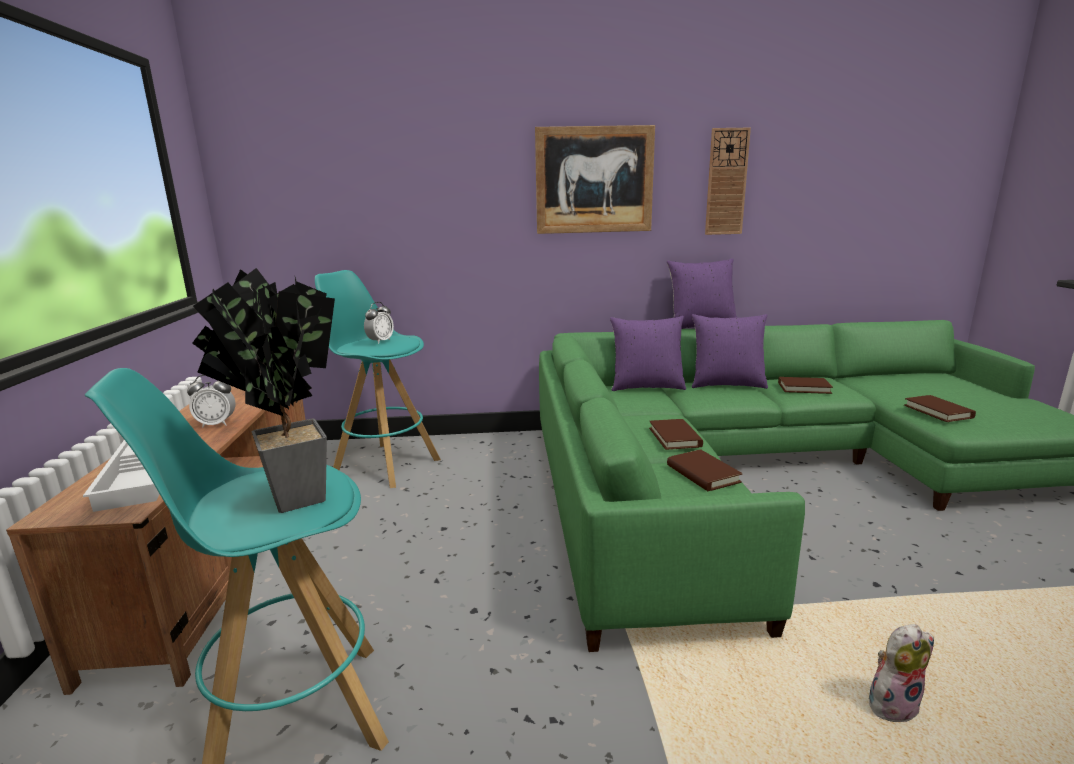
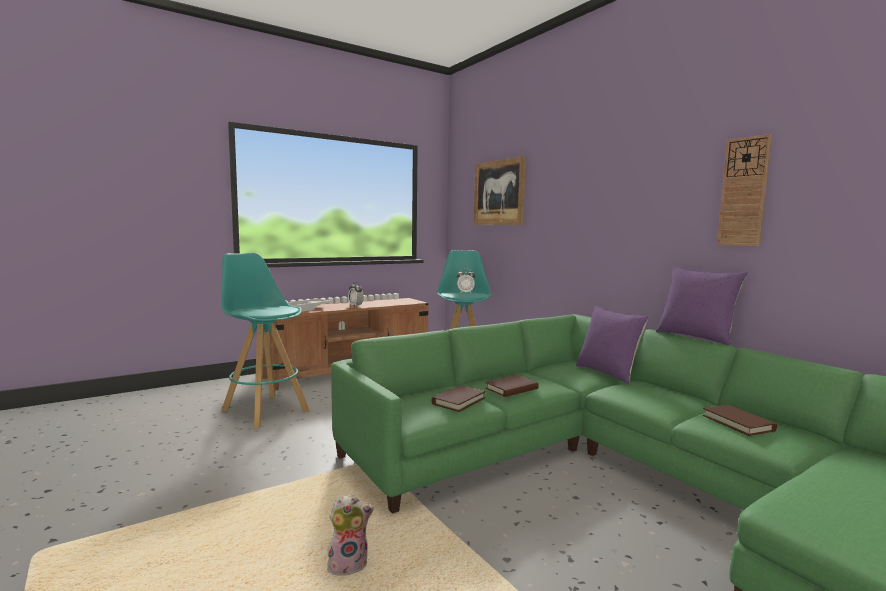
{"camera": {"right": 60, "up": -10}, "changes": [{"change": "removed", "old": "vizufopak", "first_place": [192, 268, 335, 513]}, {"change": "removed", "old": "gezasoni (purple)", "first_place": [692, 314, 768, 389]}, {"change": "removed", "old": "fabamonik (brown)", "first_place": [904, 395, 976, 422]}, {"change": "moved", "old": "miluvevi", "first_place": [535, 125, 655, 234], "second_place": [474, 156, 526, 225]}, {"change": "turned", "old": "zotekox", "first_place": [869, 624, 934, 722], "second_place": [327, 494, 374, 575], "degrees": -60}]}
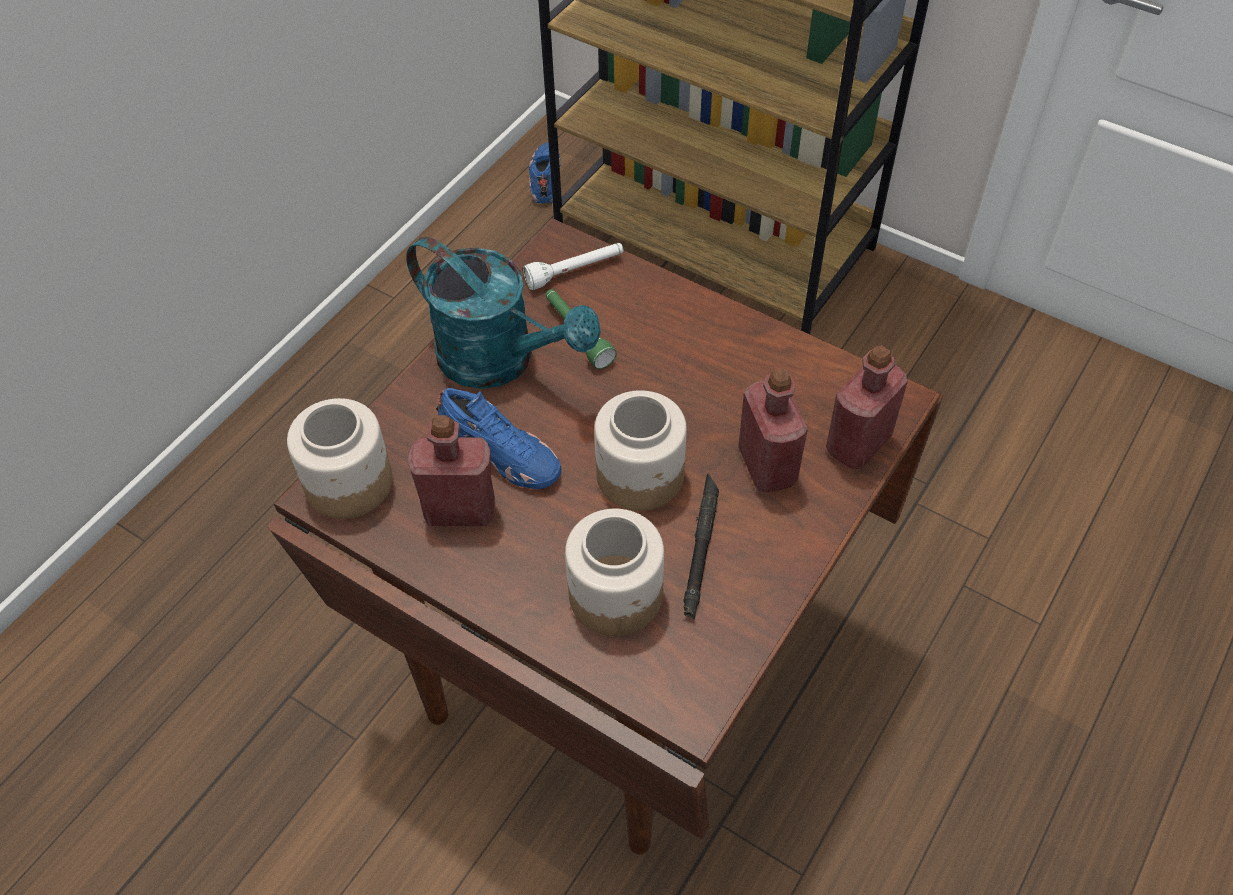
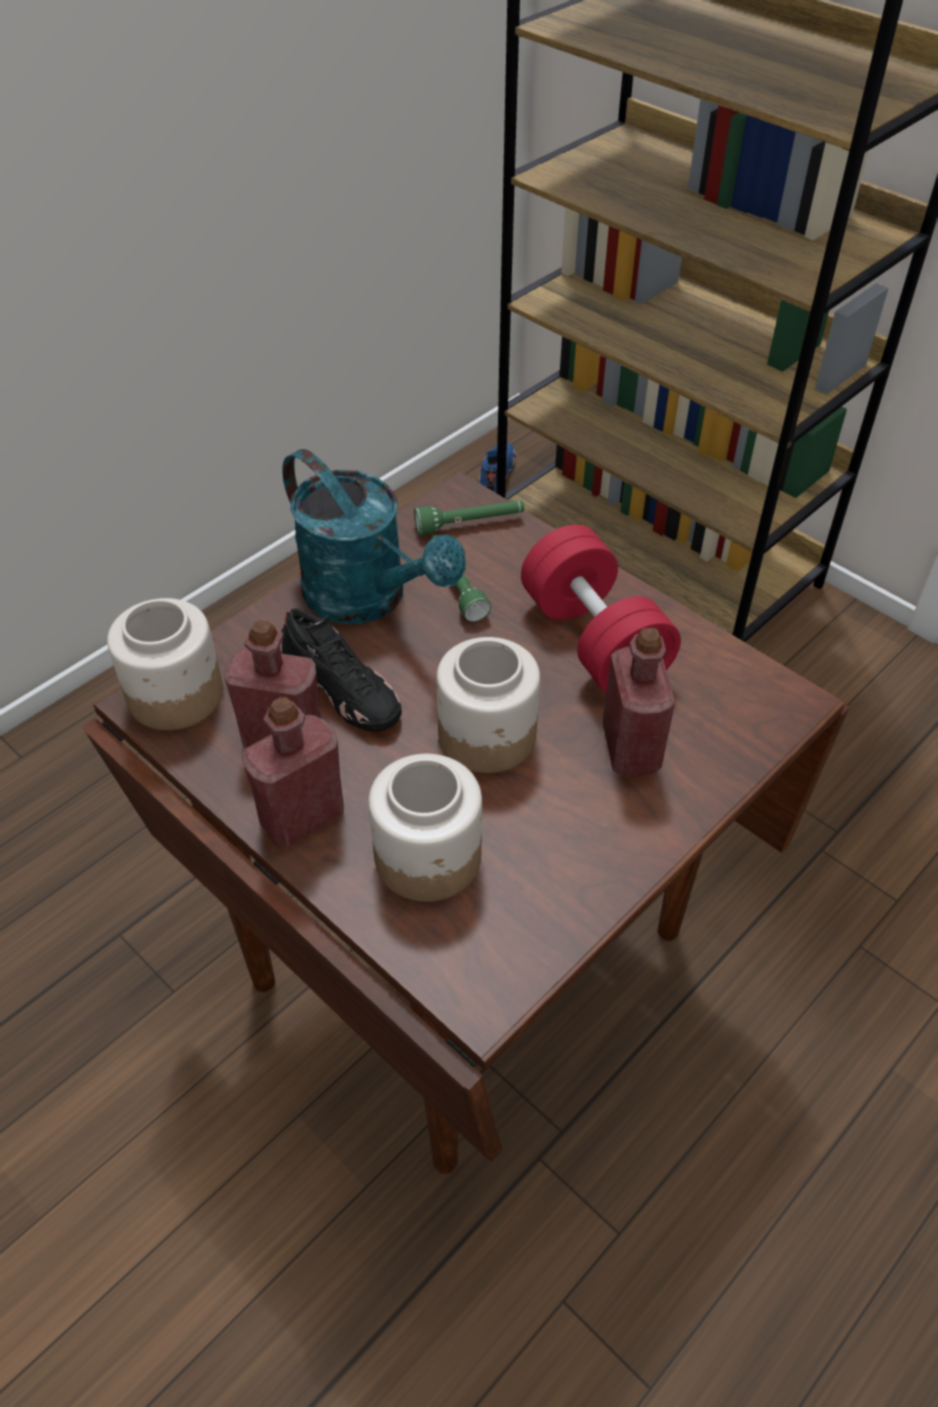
{"camera": {"right": 10, "up": -5}, "changes": [{"change": "removed", "old": "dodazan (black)", "first_place": [683, 474, 719, 619]}, {"change": "added", "new": "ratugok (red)", "second_place": [521, 525, 681, 693]}, {"change": "moved", "old": "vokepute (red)", "first_place": [826, 345, 908, 469], "second_place": [242, 697, 344, 847]}, {"change": "recoloured", "old": "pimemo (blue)", "new": "pimemo (black)", "first_place": [436, 388, 561, 489], "second_place": [281, 608, 402, 732]}, {"change": "recoloured", "old": "dodazan (white)", "new": "dodazan (green)", "first_place": [523, 243, 623, 290], "second_place": [414, 500, 524, 535]}]}
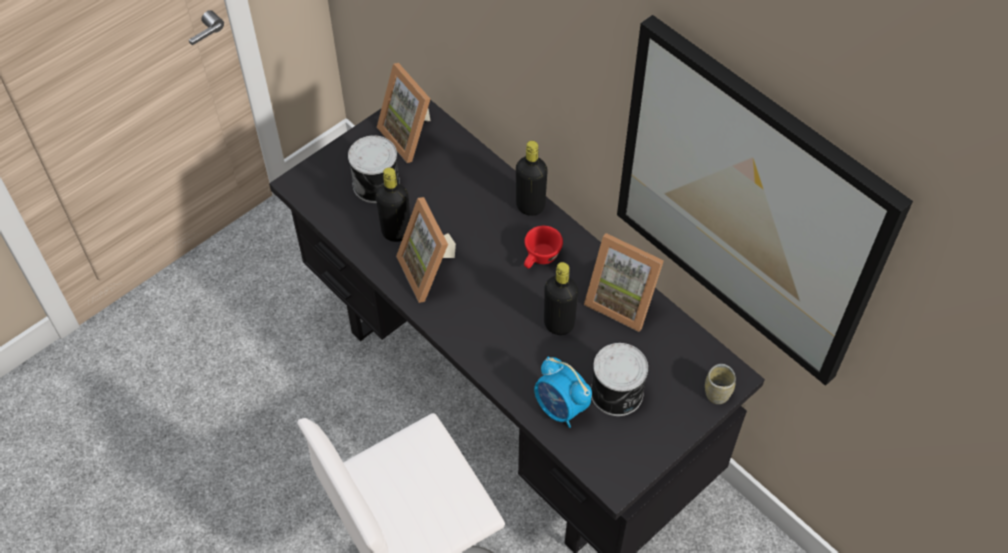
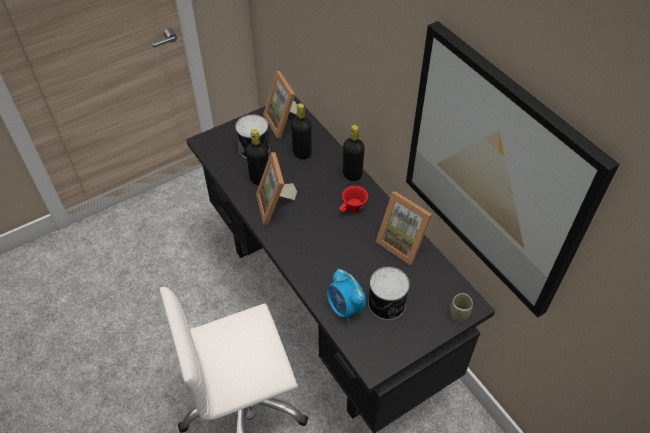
{"camera": {"right": 10, "up": -5}, "changes": [{"change": "moved", "old": "vokepute (black)", "first_place": [544, 262, 578, 335], "second_place": [291, 103, 312, 159]}]}
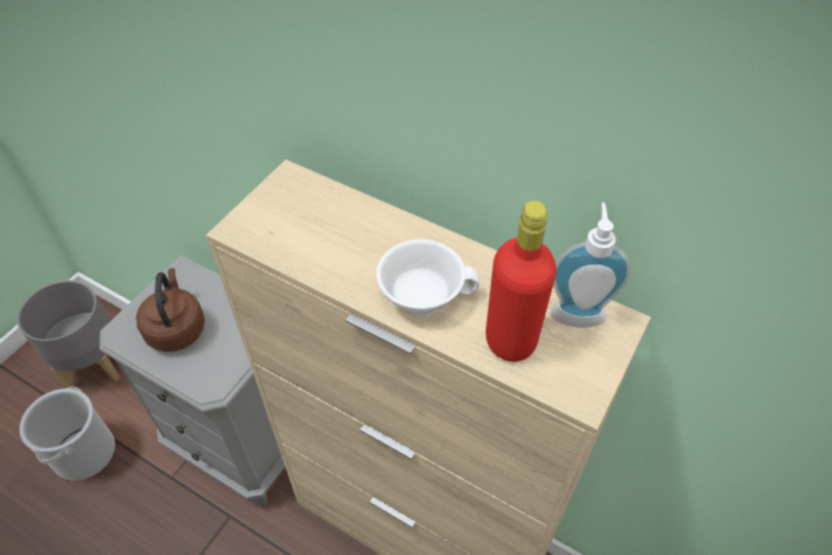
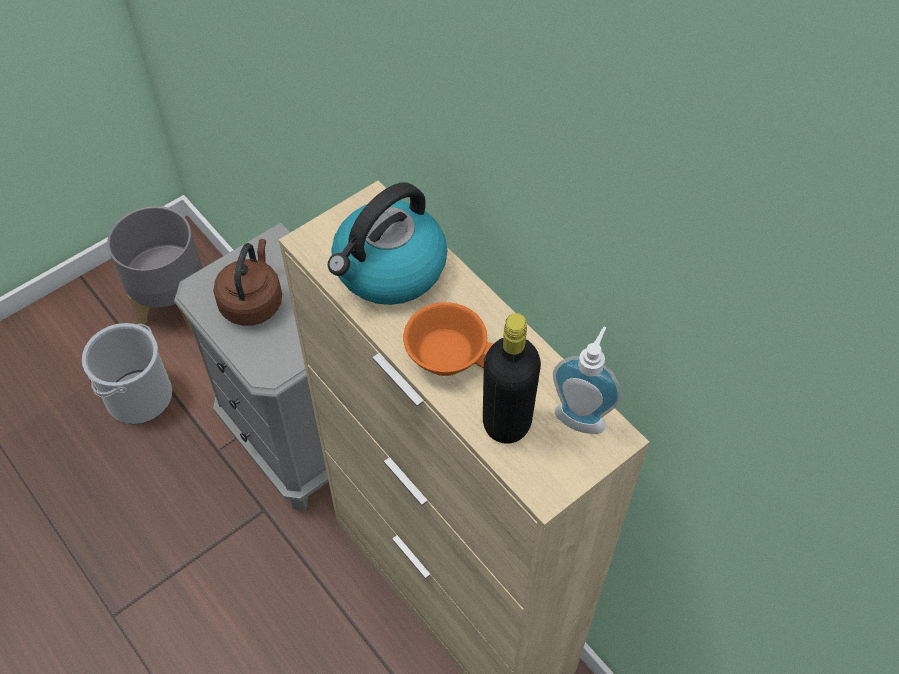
{"camera": {"right": 20, "up": 5}, "changes": [{"change": "added", "new": "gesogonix", "second_place": [328, 182, 447, 305]}, {"change": "recoloured", "old": "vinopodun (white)", "new": "vinopodun (orange)", "first_place": [376, 239, 480, 316], "second_place": [403, 302, 493, 376]}, {"change": "recoloured", "old": "vokepute (red)", "new": "vokepute (black)", "first_place": [486, 201, 556, 362], "second_place": [483, 313, 541, 444]}]}
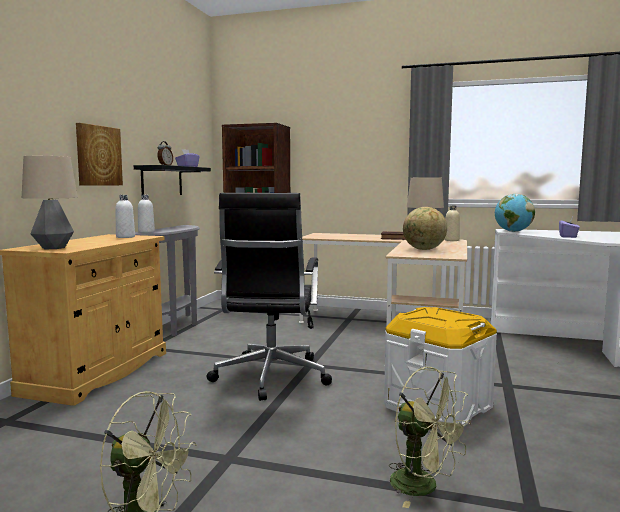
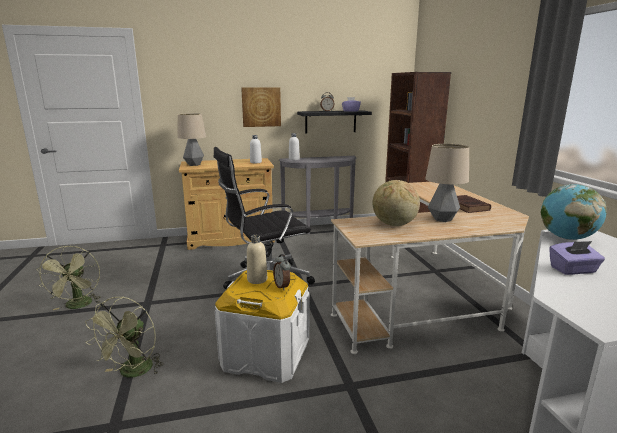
{"camera": {"right": 60, "up": 10}, "changes": [{"change": "added", "new": "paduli", "second_place": [273, 254, 291, 290]}, {"change": "moved", "old": "vokepute (beige)", "first_place": [444, 205, 460, 241], "second_place": [247, 235, 267, 284]}]}
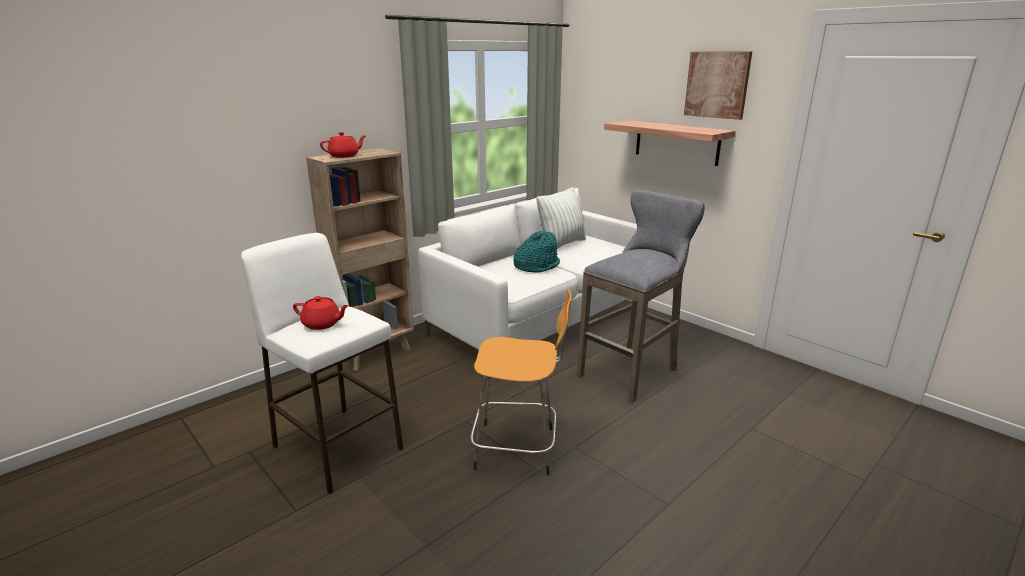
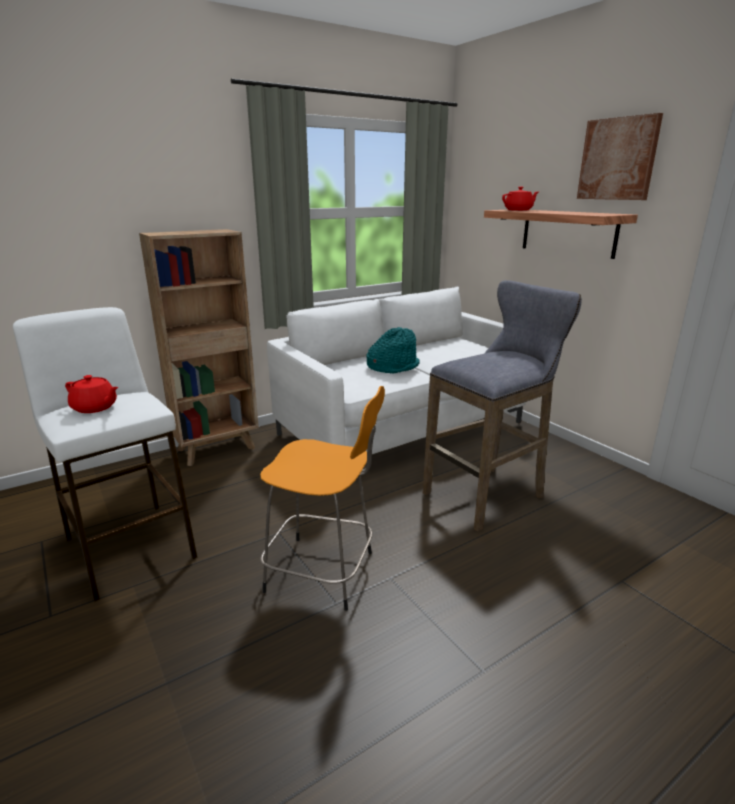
{"camera": {"right": 10, "up": 0}, "changes": [{"change": "removed", "old": "gezasoni", "first_place": [536, 187, 586, 249]}, {"change": "moved", "old": "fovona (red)", "first_place": [320, 132, 366, 158], "second_place": [502, 187, 538, 211]}]}
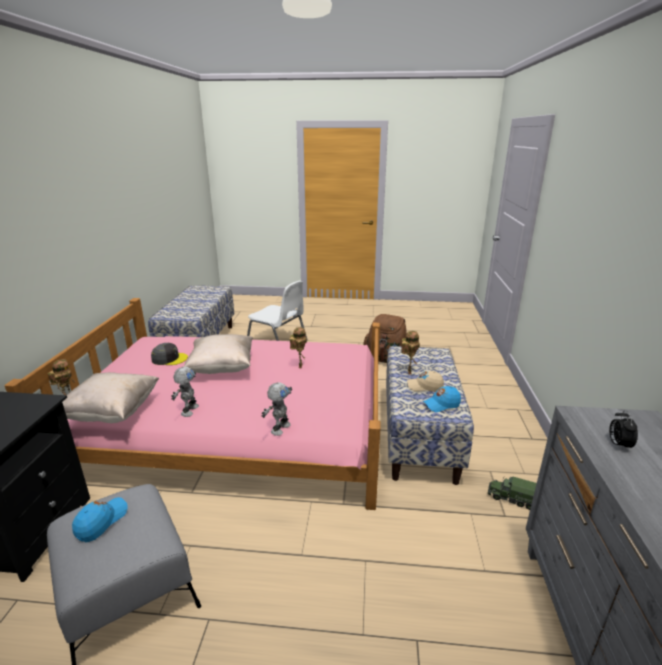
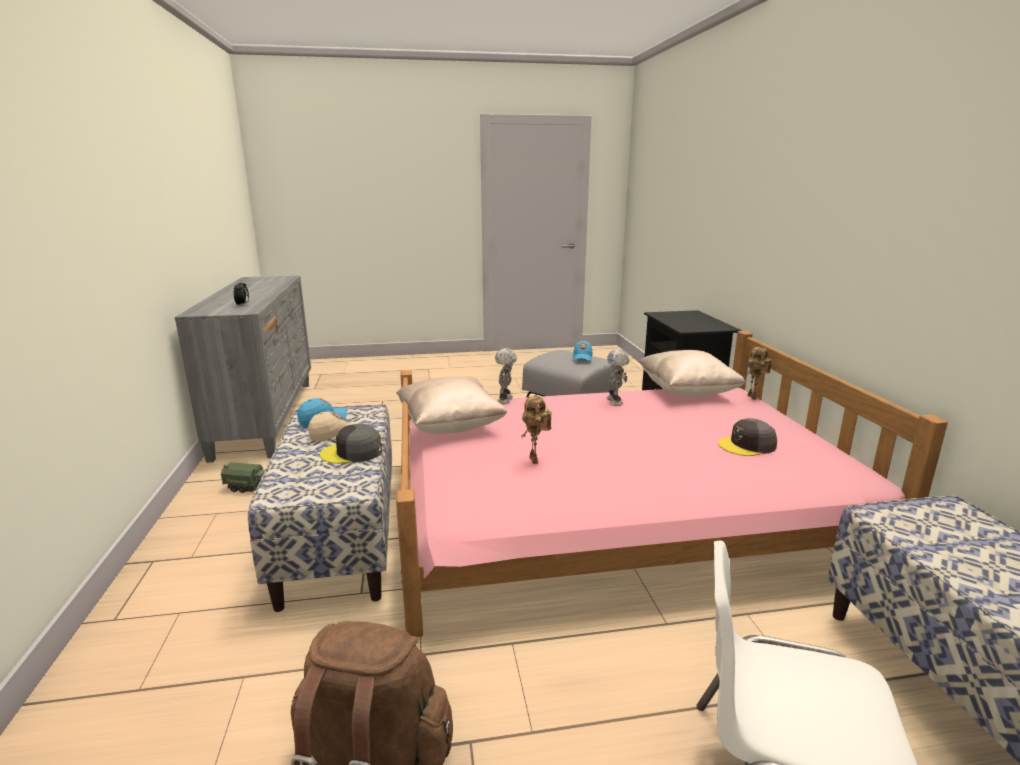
{"camera": {"right": 165, "up": -5}, "changes": [{"change": "moved", "old": "gezasoni (beige)", "first_place": [183, 334, 253, 374], "second_place": [396, 376, 507, 434]}, {"change": "replaced", "old": "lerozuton", "new": "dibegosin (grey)", "first_place": [401, 331, 420, 374], "second_place": [320, 423, 382, 464]}]}
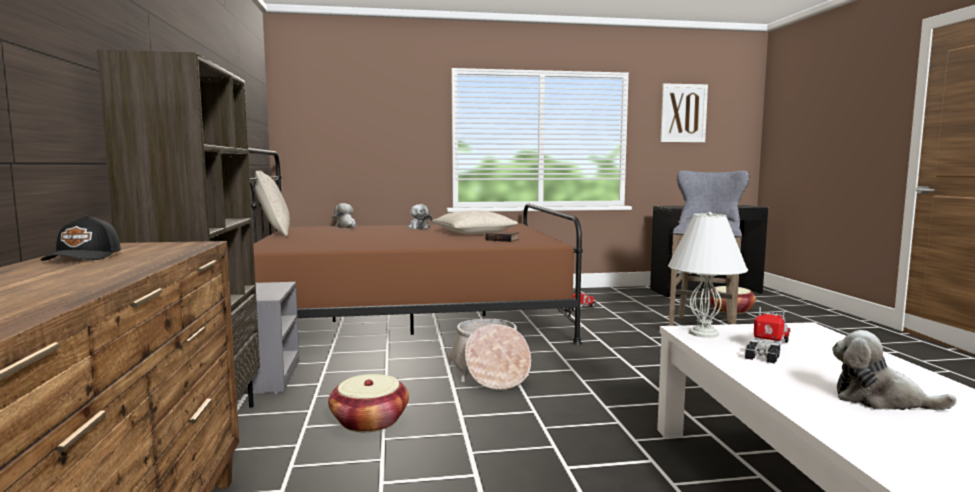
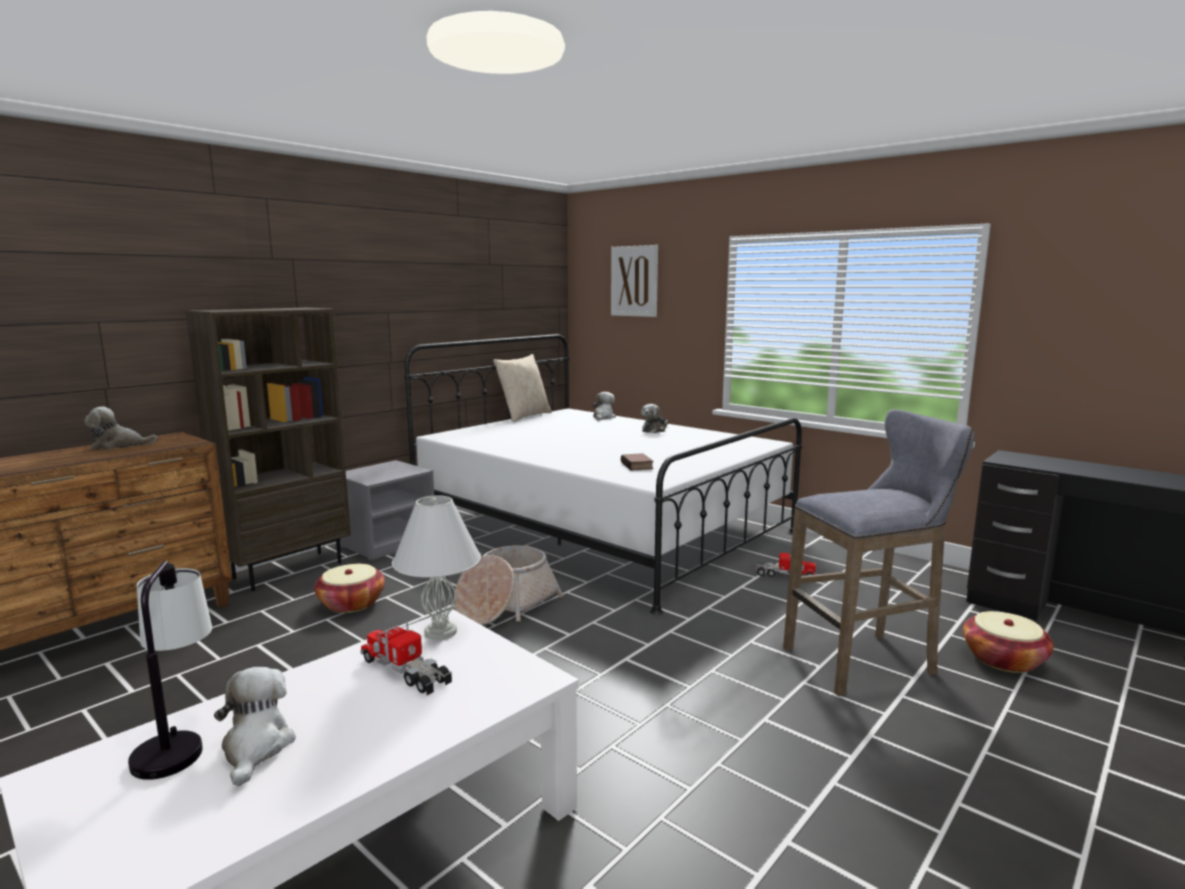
{"camera": {"right": 50, "up": 5}, "changes": [{"change": "removed", "old": "gezasoni (beige)", "first_place": [432, 210, 518, 234]}, {"change": "added", "new": "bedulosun", "second_place": [128, 561, 212, 780]}, {"change": "moved", "old": "miluvevi", "first_place": [660, 83, 708, 142], "second_place": [611, 245, 658, 317]}, {"change": "replaced", "old": "dibegosin (black)", "new": "zotekox", "first_place": [40, 215, 121, 261], "second_place": [85, 407, 157, 450]}, {"change": "recoloured", "old": "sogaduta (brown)", "new": "sogaduta (white)", "first_place": [248, 148, 583, 345], "second_place": [404, 334, 802, 615]}, {"change": "turned", "old": "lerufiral", "first_place": [745, 307, 790, 363], "second_place": [360, 620, 452, 695], "degrees": -135}]}
